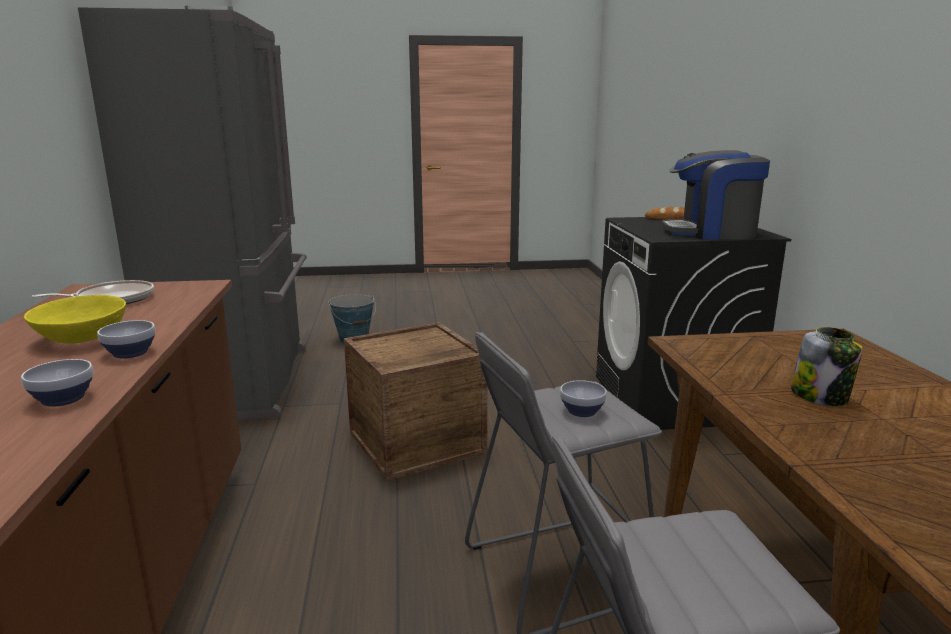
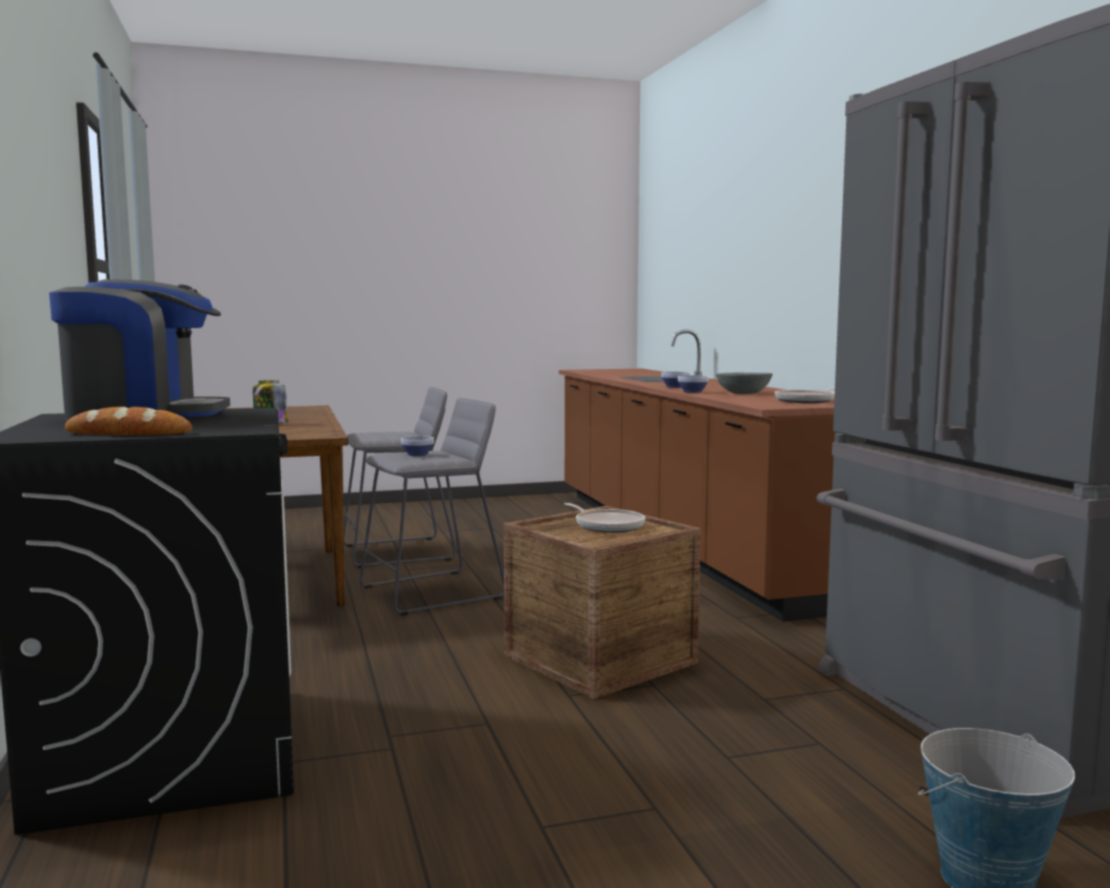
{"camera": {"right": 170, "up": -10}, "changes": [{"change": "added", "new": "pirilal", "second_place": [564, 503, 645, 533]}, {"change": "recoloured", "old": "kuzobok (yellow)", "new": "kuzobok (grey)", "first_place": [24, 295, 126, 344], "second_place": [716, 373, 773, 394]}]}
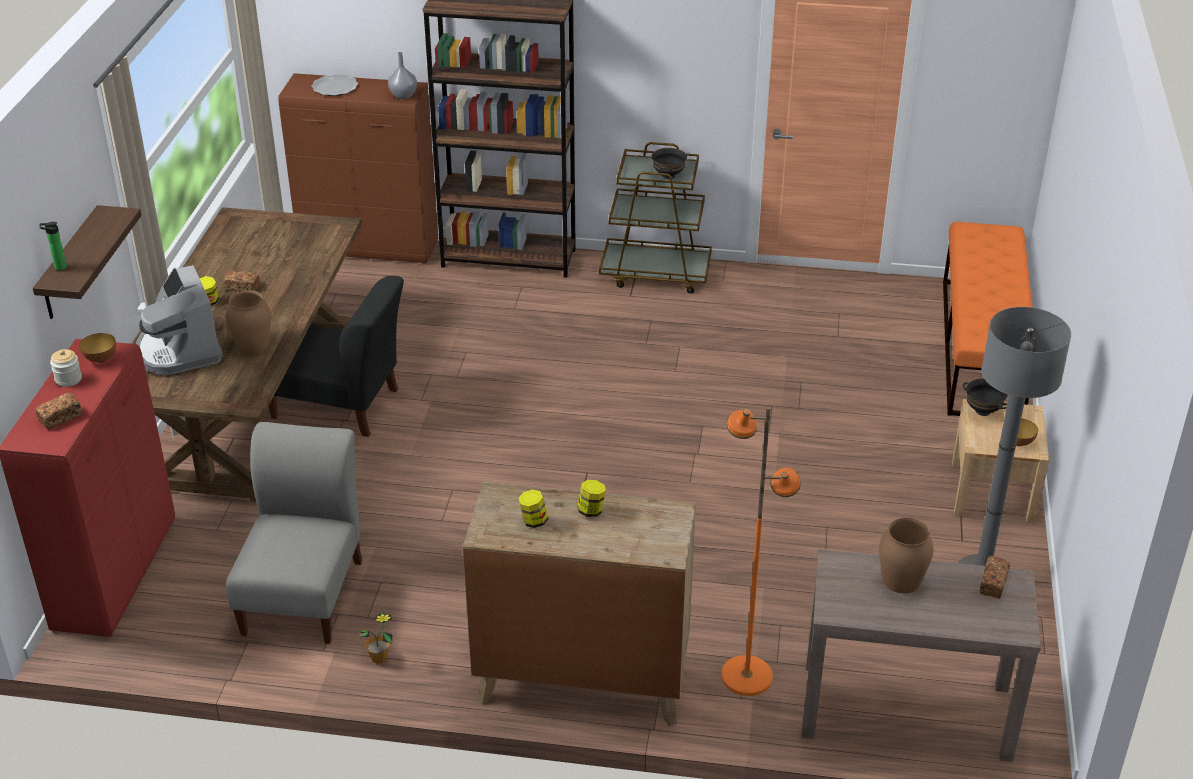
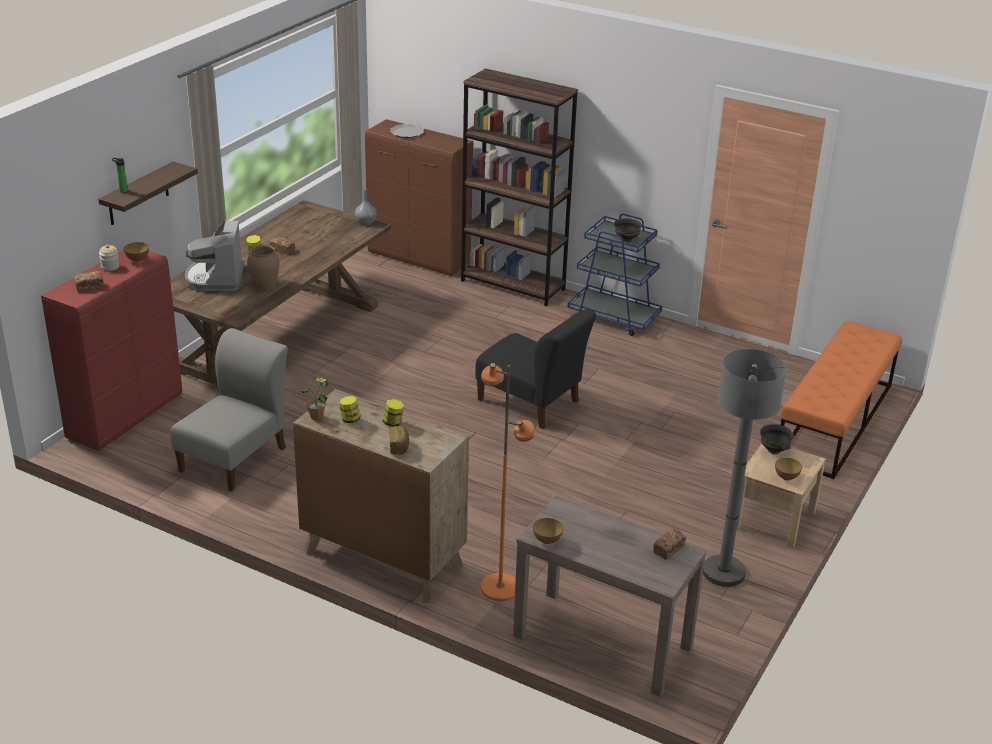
{"camera": {"right": 20, "up": -5}, "changes": [{"change": "removed", "old": "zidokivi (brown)", "first_place": [879, 518, 934, 593]}, {"change": "added", "new": "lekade", "second_place": [389, 426, 409, 455]}, {"change": "added", "new": "kuzobok", "second_place": [533, 518, 563, 544]}, {"change": "moved", "old": "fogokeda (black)", "first_place": [268, 275, 404, 437], "second_place": [475, 309, 596, 429]}, {"change": "moved", "old": "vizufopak", "first_place": [359, 611, 392, 664], "second_place": [301, 378, 329, 420]}, {"change": "moved", "old": "zidokivi (grey)", "first_place": [388, 52, 417, 99], "second_place": [355, 190, 377, 225]}, {"change": "recoloured", "old": "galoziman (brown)", "new": "galoziman (blue)", "first_place": [599, 142, 712, 294], "second_place": [567, 214, 662, 336]}]}
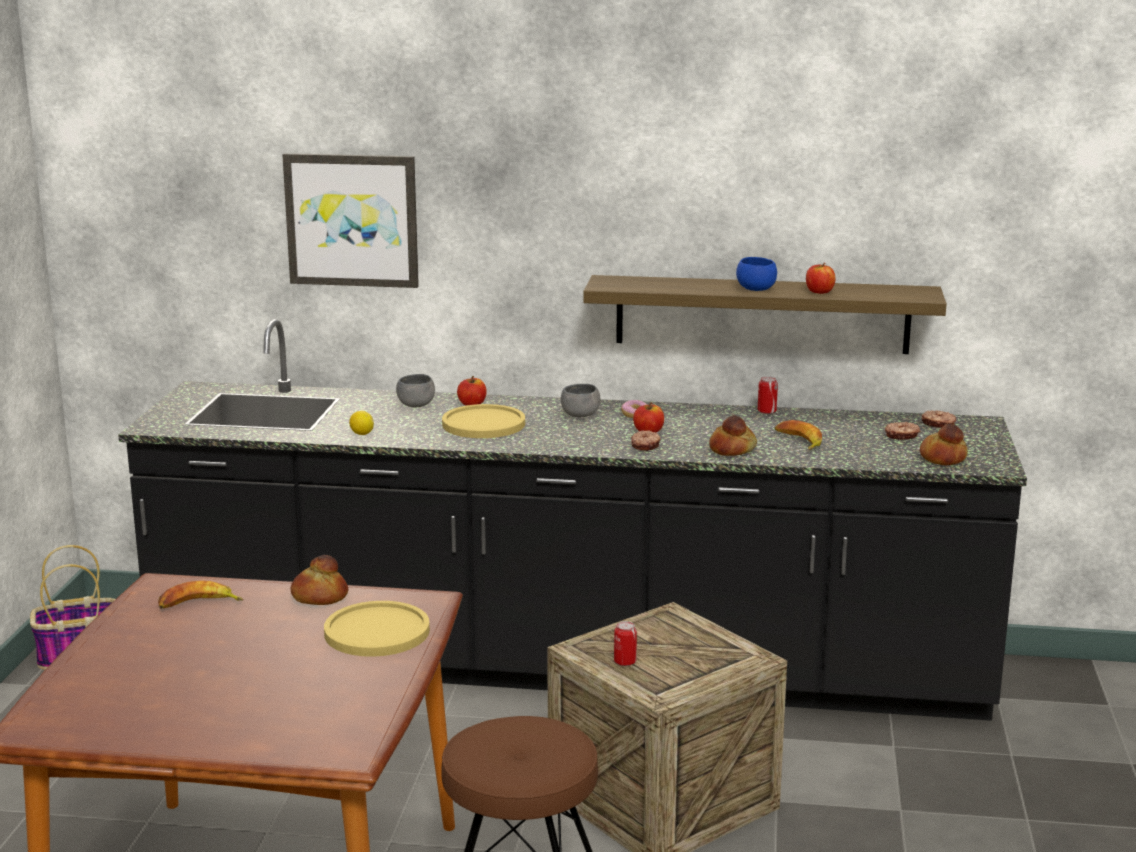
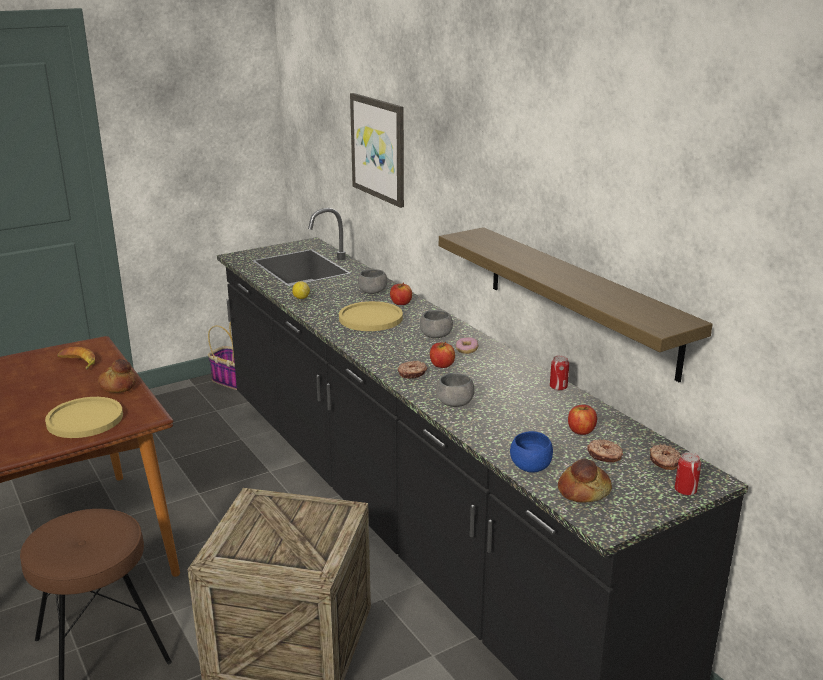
{"camera": {"right": 50, "up": 5}, "changes": [{"change": "removed", "old": "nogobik", "first_place": [775, 420, 822, 450]}, {"change": "moved", "old": "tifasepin", "first_place": [614, 621, 637, 666], "second_place": [675, 452, 701, 495]}, {"change": "moved", "old": "kuzobok (blue)", "first_place": [736, 257, 777, 291], "second_place": [510, 431, 553, 473]}, {"change": "moved", "old": "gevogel", "first_place": [806, 263, 836, 294], "second_place": [568, 405, 597, 435]}, {"change": "replaced", "old": "lekade", "new": "kuzobok (grey)", "first_place": [709, 415, 757, 456], "second_place": [436, 373, 475, 407]}]}
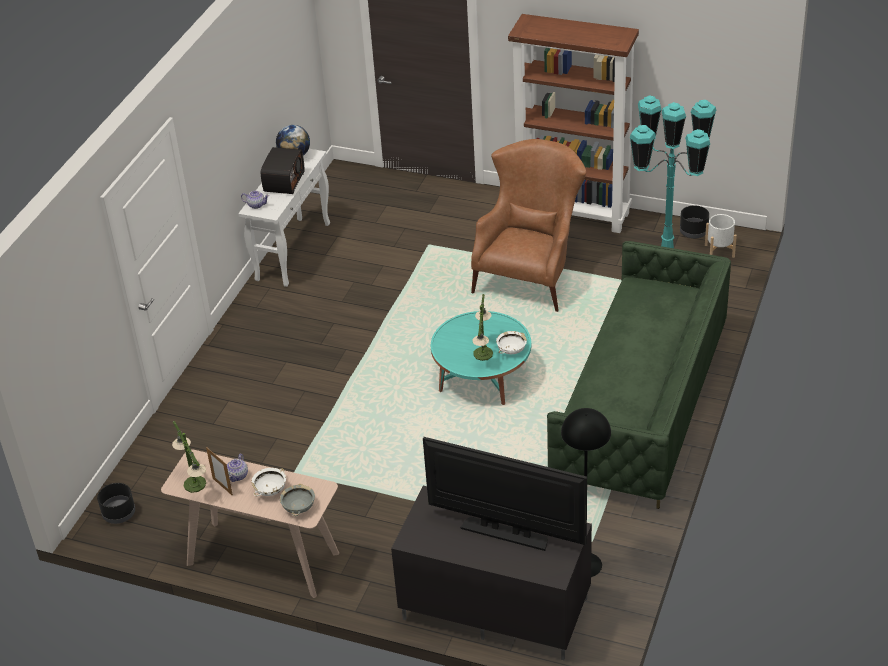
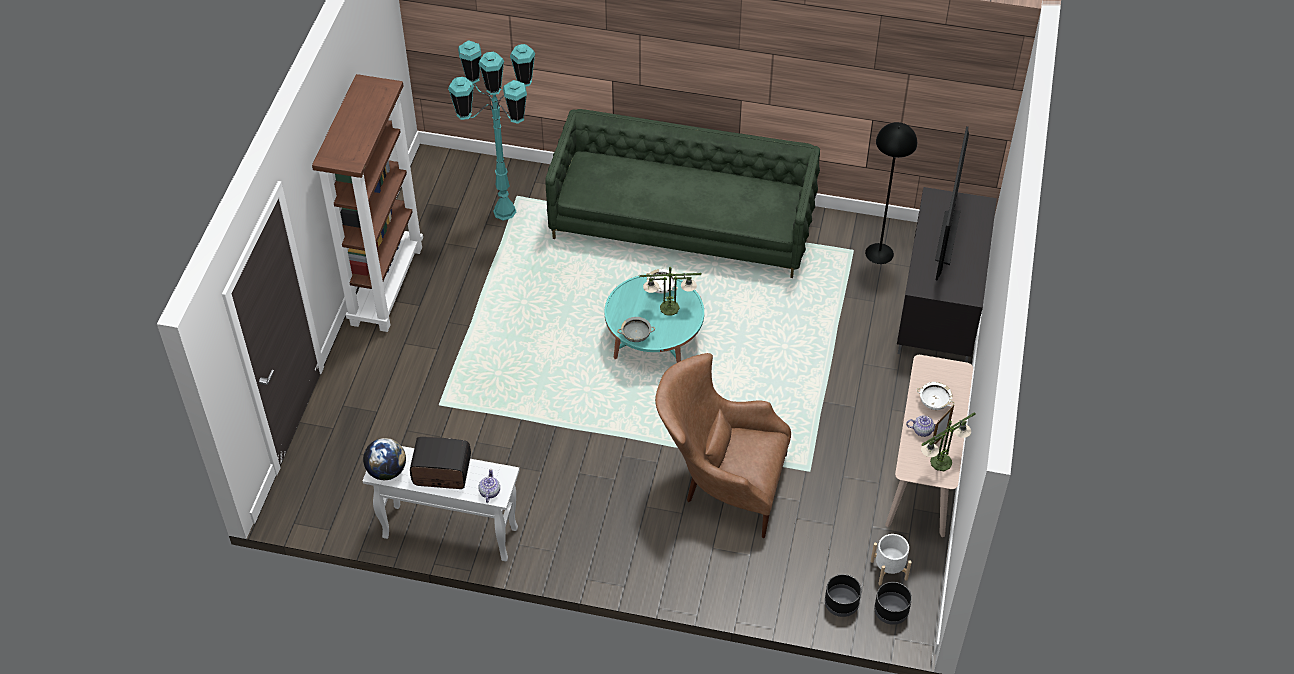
{"camera": {"right": -100, "up": 10}, "changes": [{"change": "moved", "old": "kuzobok (grey)", "first_place": [280, 484, 315, 516], "second_place": [617, 317, 655, 342]}, {"change": "moved", "old": "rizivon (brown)", "first_place": [471, 139, 586, 312], "second_place": [655, 353, 791, 538]}, {"change": "moved", "old": "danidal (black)", "first_place": [680, 205, 709, 238], "second_place": [825, 574, 861, 617]}, {"change": "moved", "old": "danidal (white)", "first_place": [705, 214, 737, 258], "second_place": [871, 534, 912, 585]}]}
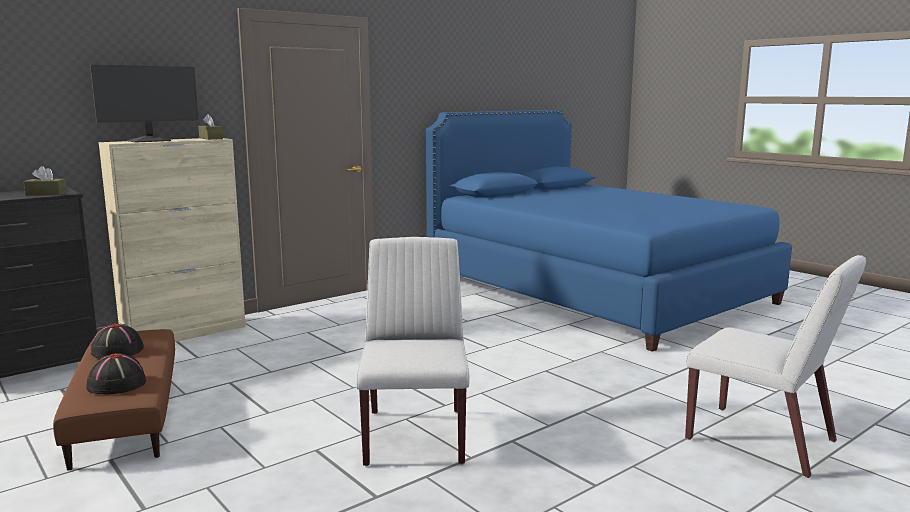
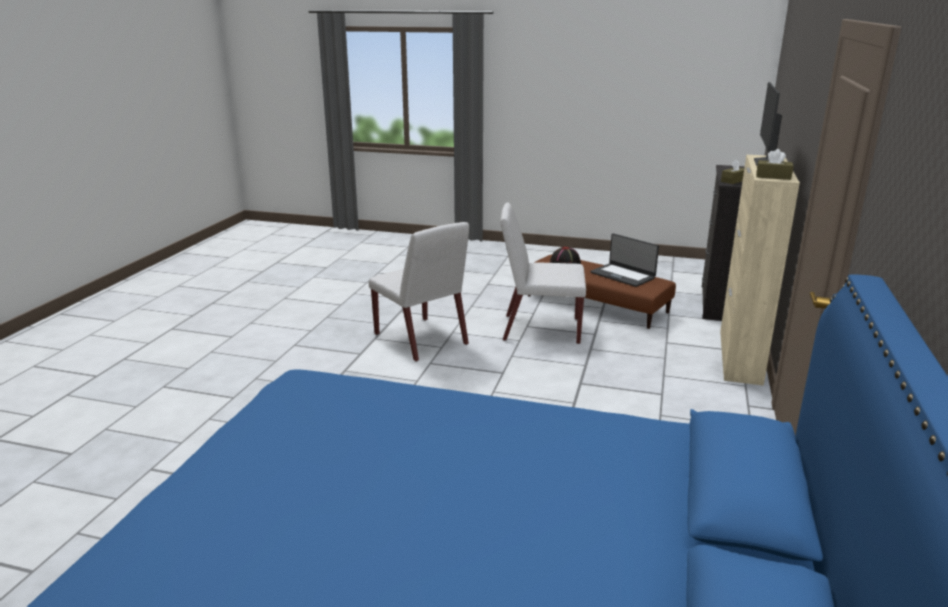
{"camera": {"right": 145, "up": 10}, "changes": [{"change": "moved", "old": "fogokeda (white)", "first_place": [685, 255, 866, 478], "second_place": [501, 203, 586, 344]}, {"change": "replaced", "old": "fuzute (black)", "new": "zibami", "first_place": [91, 324, 144, 359], "second_place": [590, 233, 659, 287]}]}
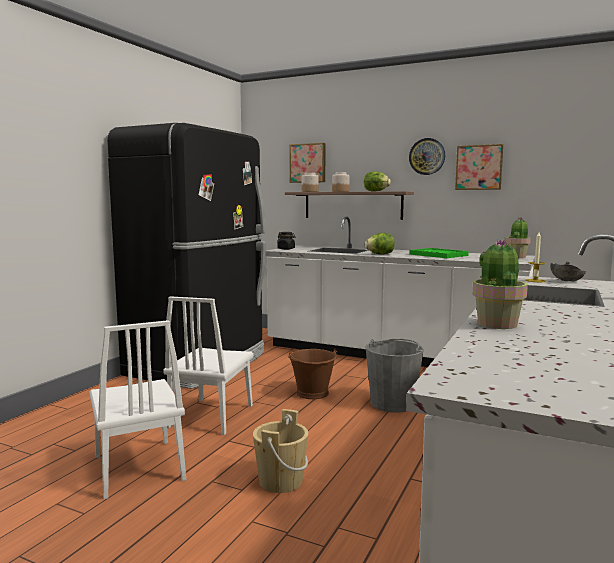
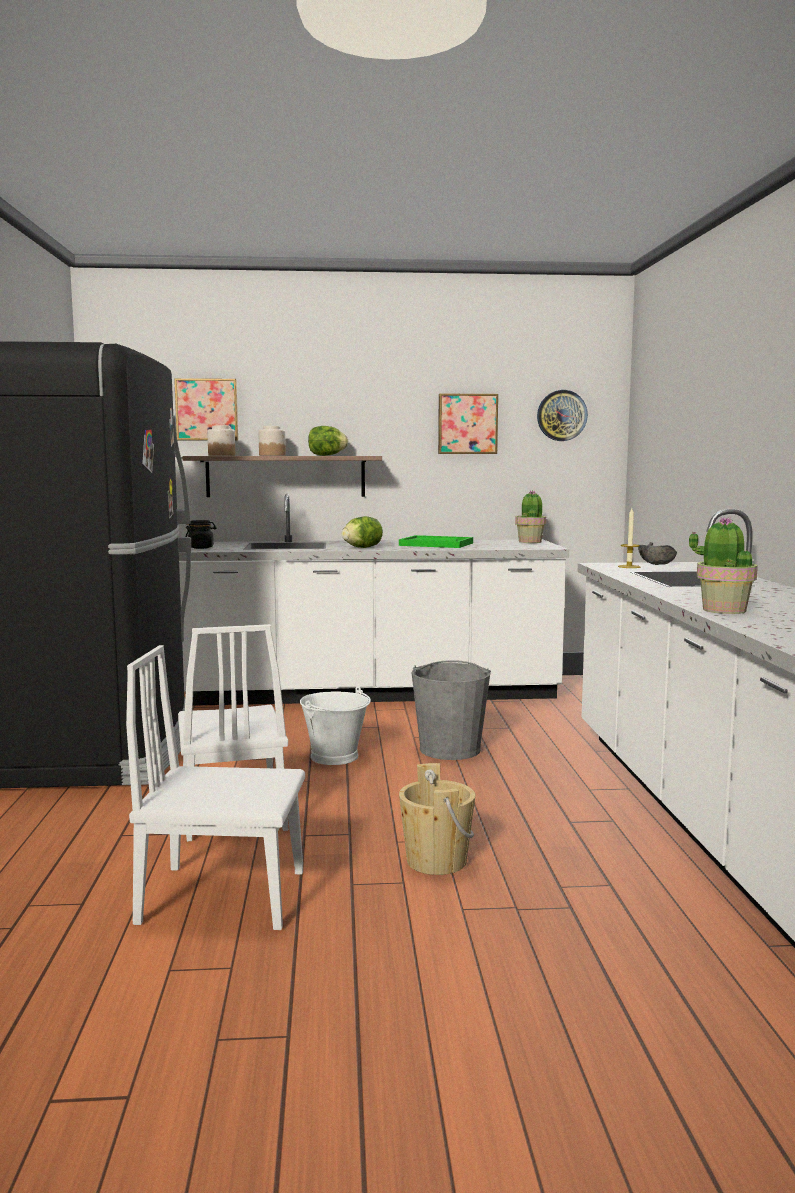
{"camera": {"right": -30, "up": 0}, "changes": [{"change": "moved", "old": "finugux", "first_place": [409, 138, 445, 175], "second_place": [537, 390, 588, 441]}, {"change": "recoloured", "old": "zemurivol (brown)", "new": "zemurivol (white)", "first_place": [288, 348, 338, 399], "second_place": [300, 687, 371, 765]}, {"change": "turned", "old": "fogokeda (white)", "first_place": [89, 320, 186, 499], "second_place": [126, 645, 305, 930], "degrees": 150}]}
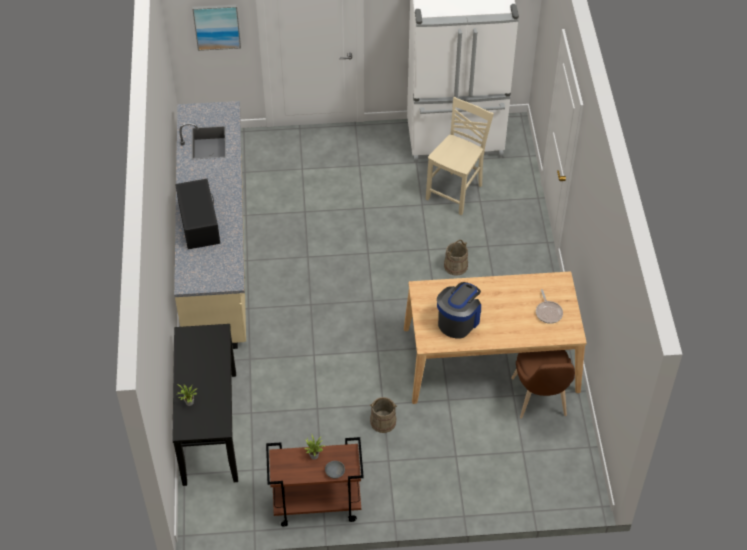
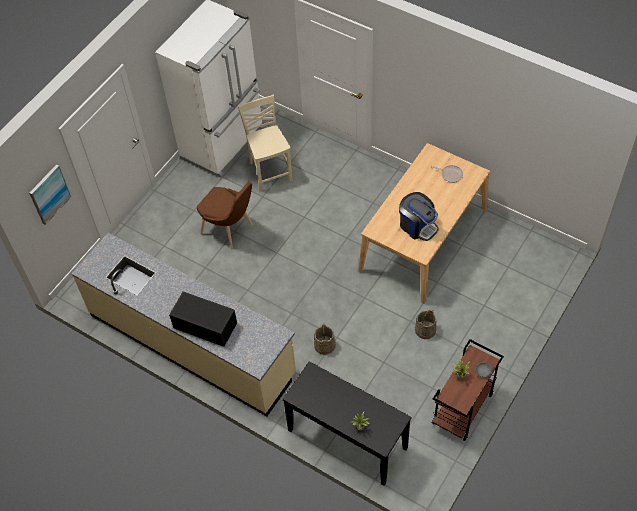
{"camera": {"right": -50, "up": 5}, "changes": [{"change": "moved", "old": "zemurivol (beige)", "first_place": [444, 240, 468, 276], "second_place": [314, 323, 336, 355]}, {"change": "moved", "old": "fogokeda (brown)", "first_place": [511, 350, 575, 419], "second_place": [197, 182, 253, 249]}, {"change": "turned", "old": "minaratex", "first_place": [437, 282, 481, 338], "second_place": [399, 192, 439, 241], "degrees": 150}]}
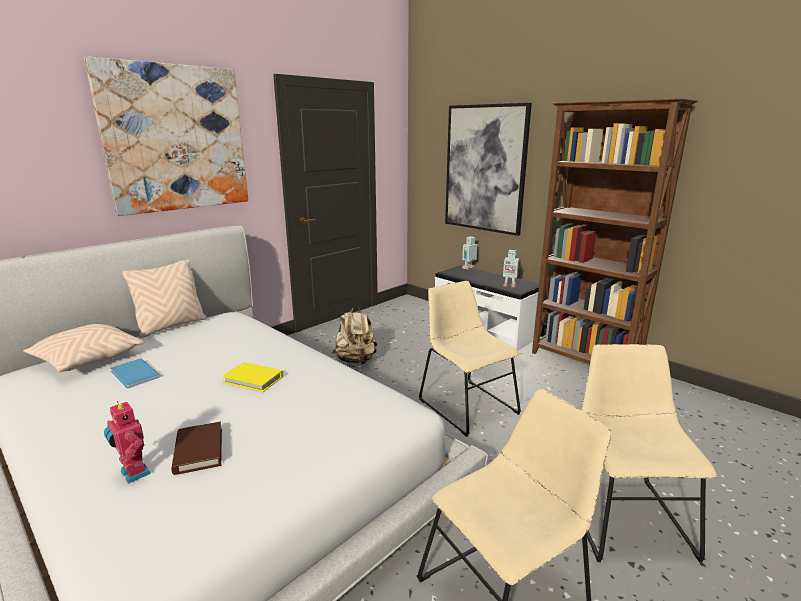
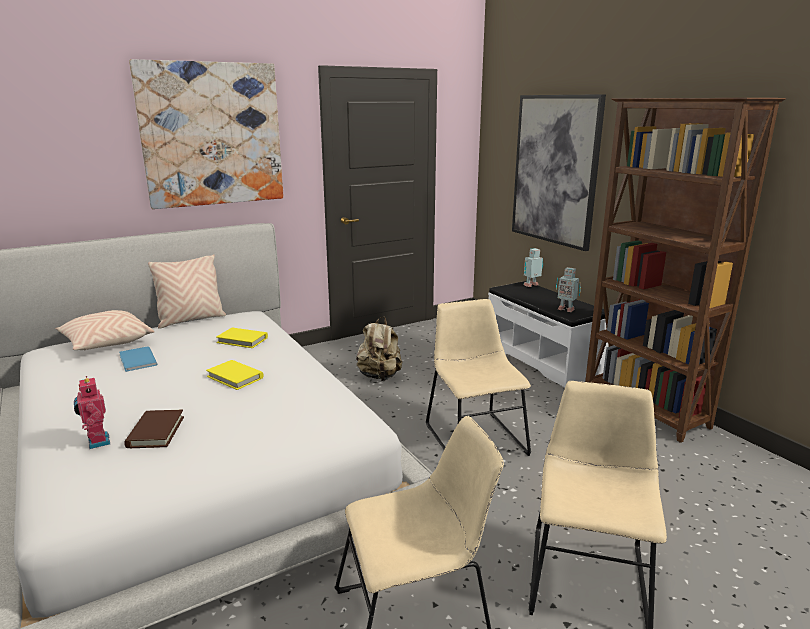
{"camera": {"right": 15, "up": 0}, "changes": [{"change": "added", "new": "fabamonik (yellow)", "second_place": [216, 328, 268, 348]}]}
